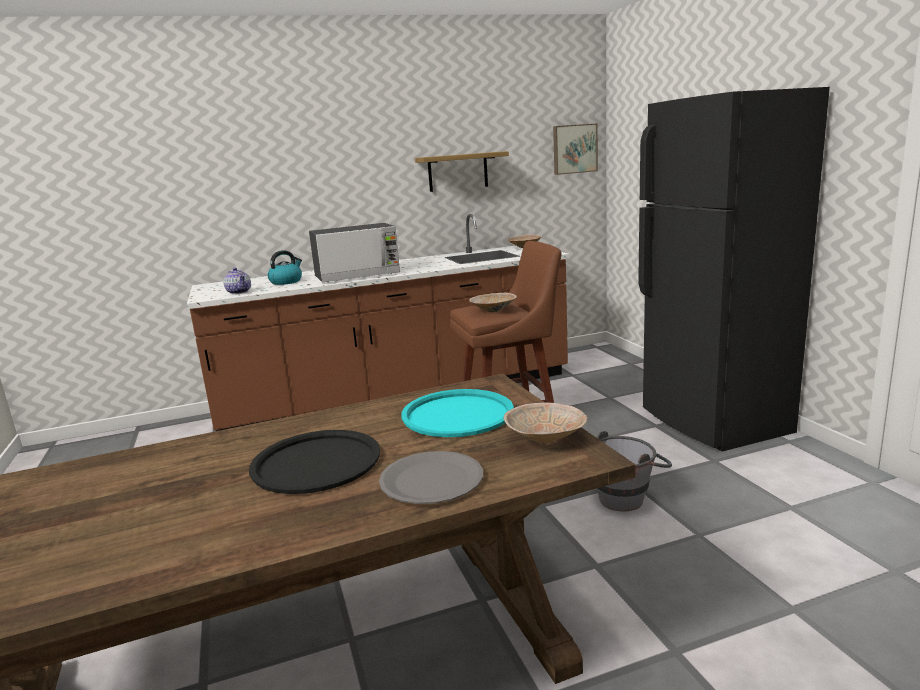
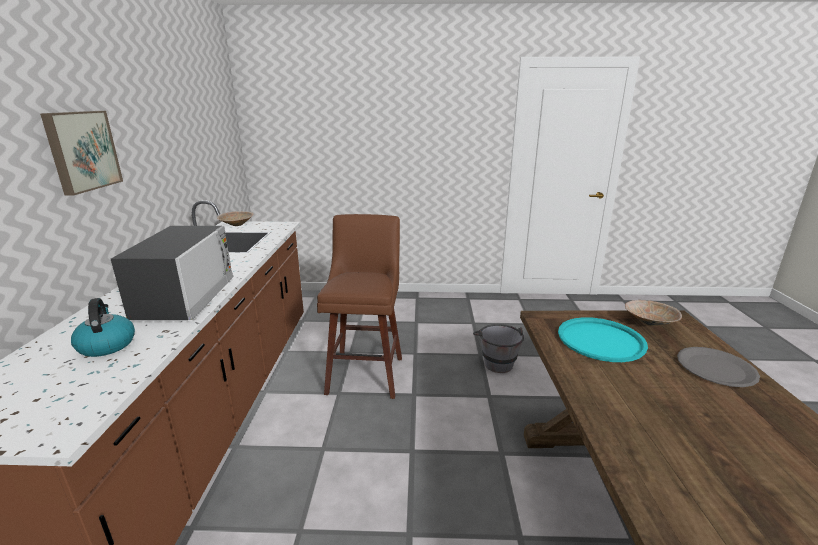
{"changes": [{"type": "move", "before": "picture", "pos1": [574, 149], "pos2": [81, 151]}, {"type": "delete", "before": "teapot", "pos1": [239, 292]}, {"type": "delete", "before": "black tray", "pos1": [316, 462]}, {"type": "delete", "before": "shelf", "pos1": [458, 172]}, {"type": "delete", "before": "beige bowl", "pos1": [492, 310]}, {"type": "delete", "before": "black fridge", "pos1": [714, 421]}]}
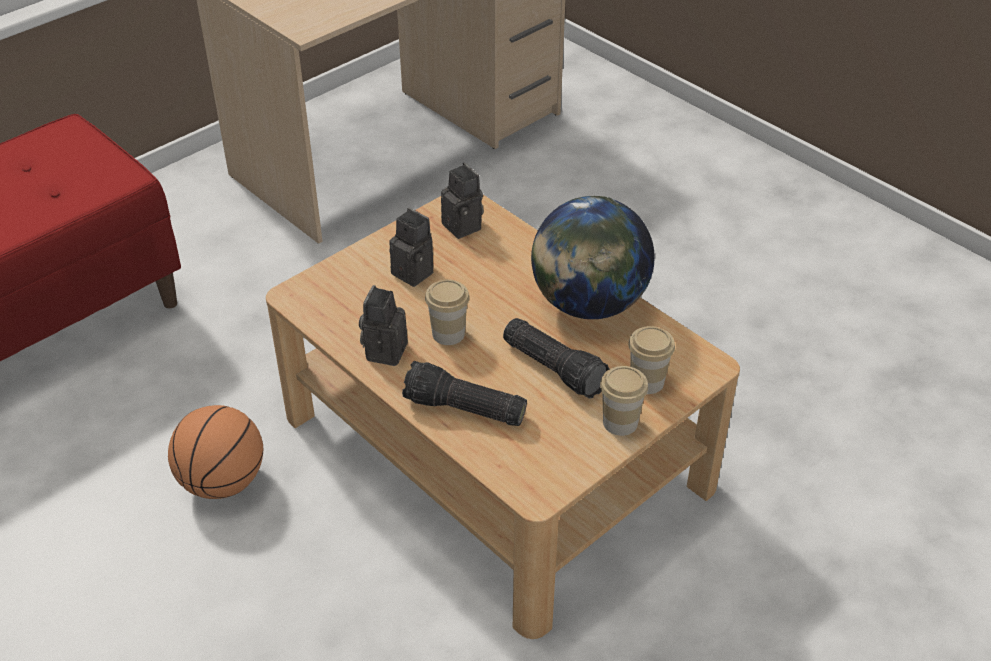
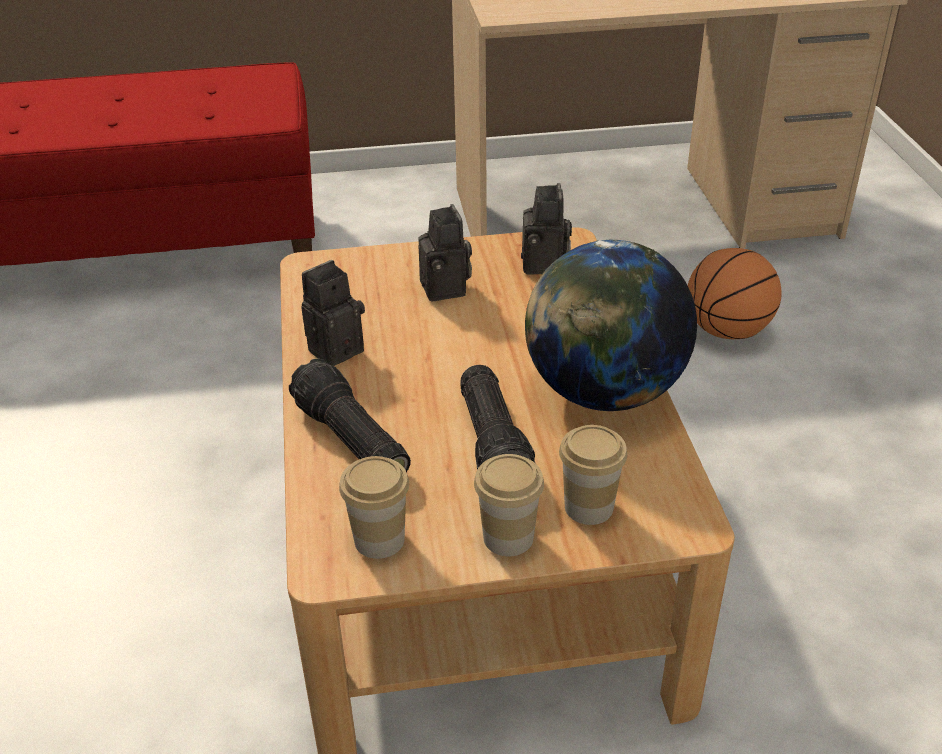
{"changes": [{"type": "move", "before": "cup", "pos1": [448, 334], "pos2": [379, 539]}, {"type": "move", "before": "basketball", "pos1": [223, 482], "pos2": [727, 331]}]}
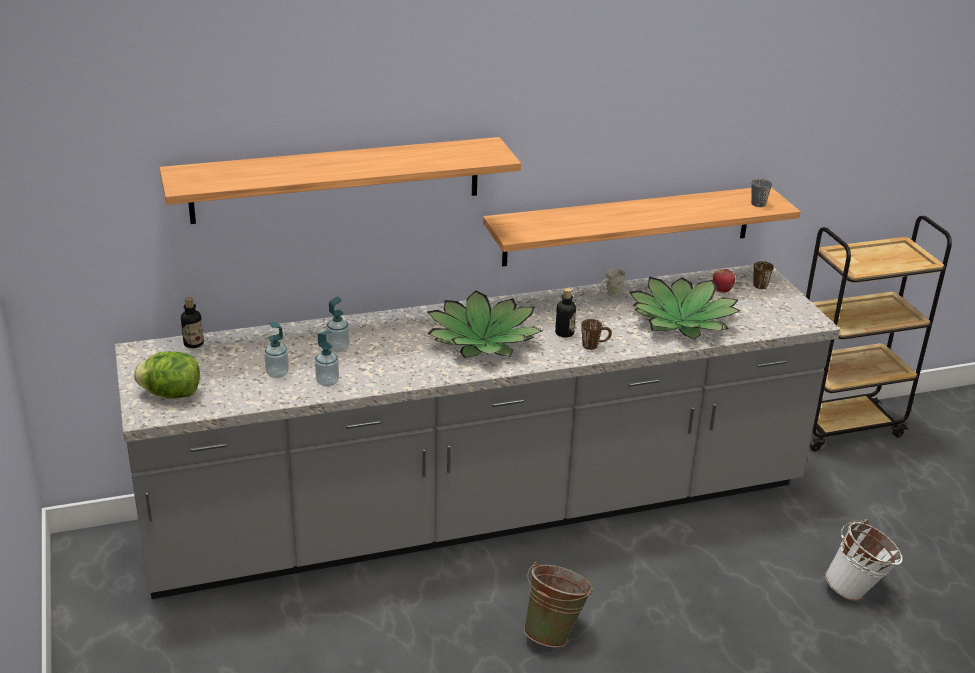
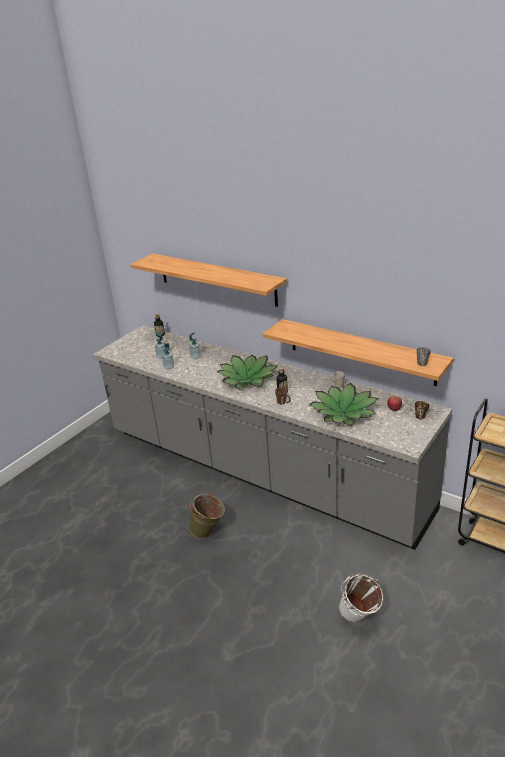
{"changes": [{"type": "delete", "before": "lettuce", "pos1": [171, 394]}]}
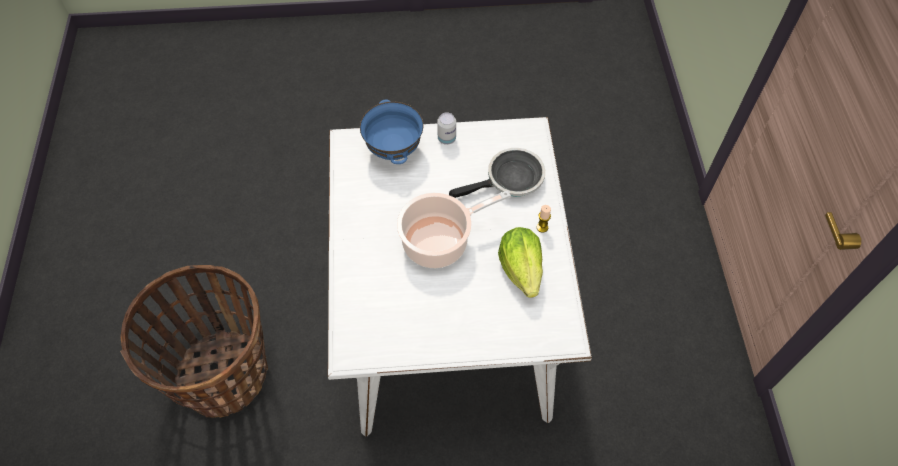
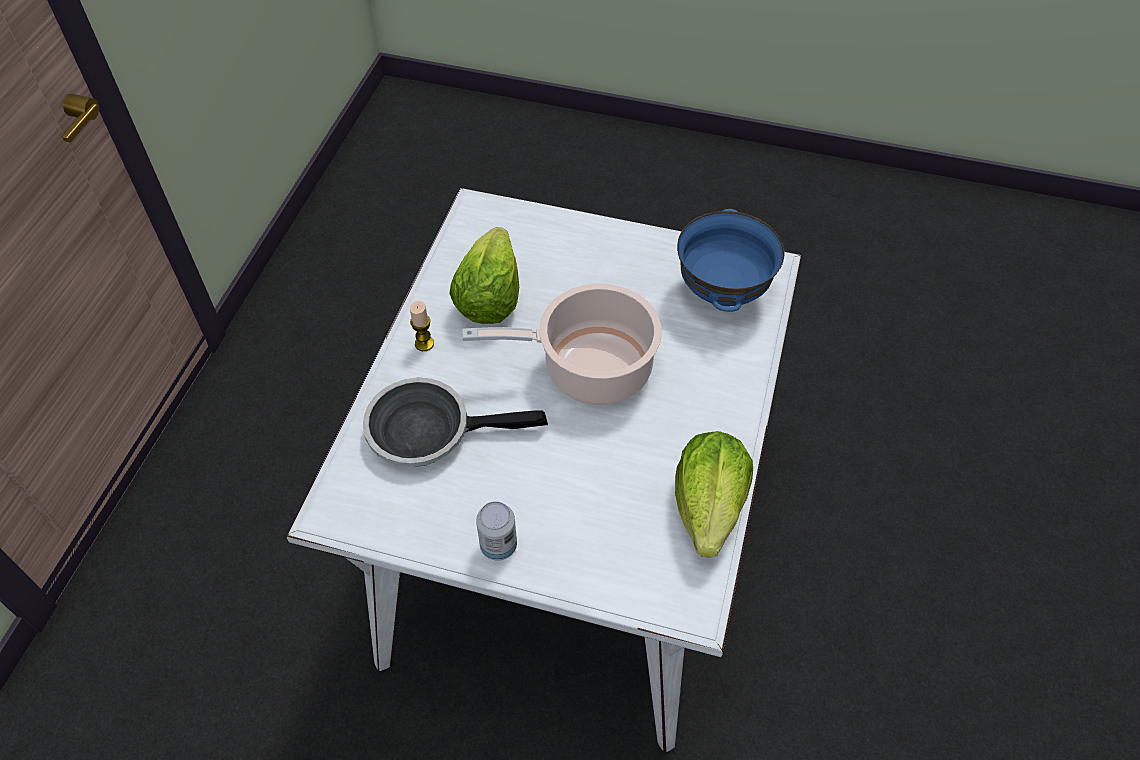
{"changes": [{"type": "insert", "after": "lettuce", "pos2": [709, 506]}, {"type": "move", "before": "blue bowl", "pos1": [394, 150], "pos2": [721, 292]}, {"type": "delete", "before": "basket", "pos1": [223, 373]}]}
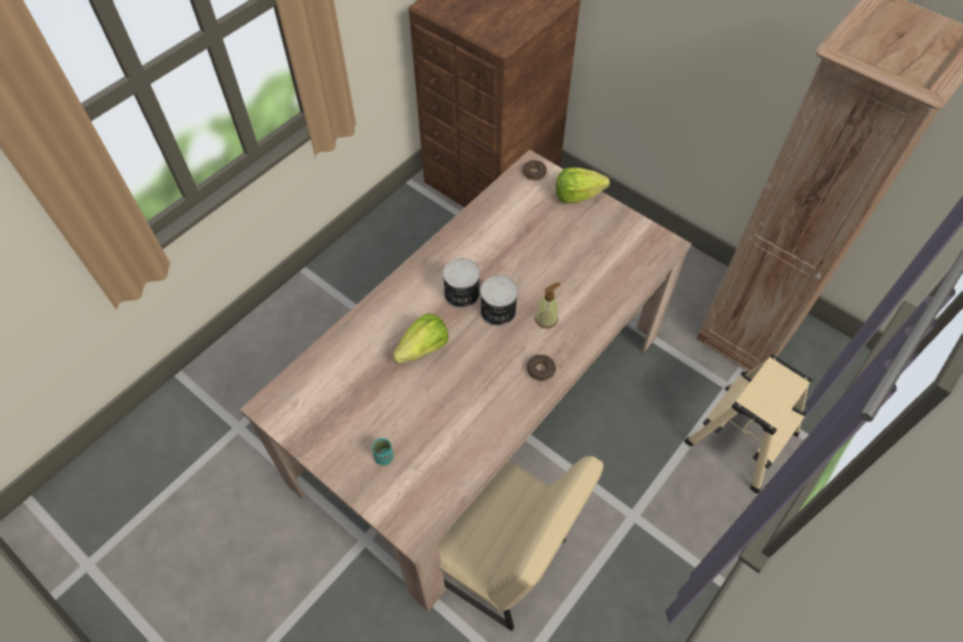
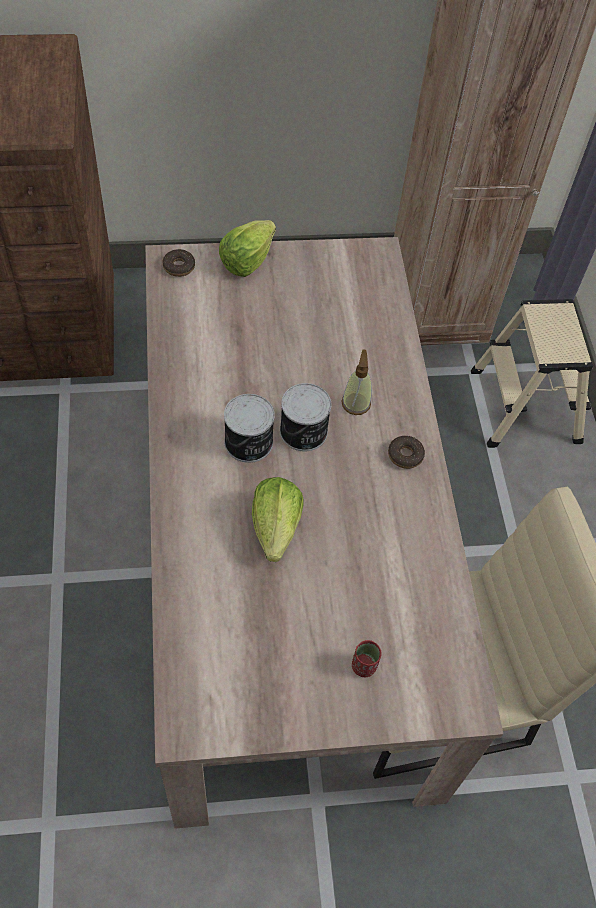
{"changes": [{"type": "recolor", "before": "turquoise cup", "after": "red cup", "pos1": [384, 457], "pos2": [364, 666]}]}
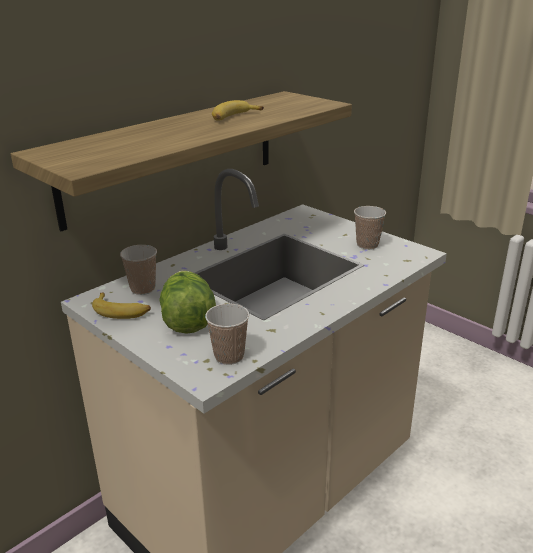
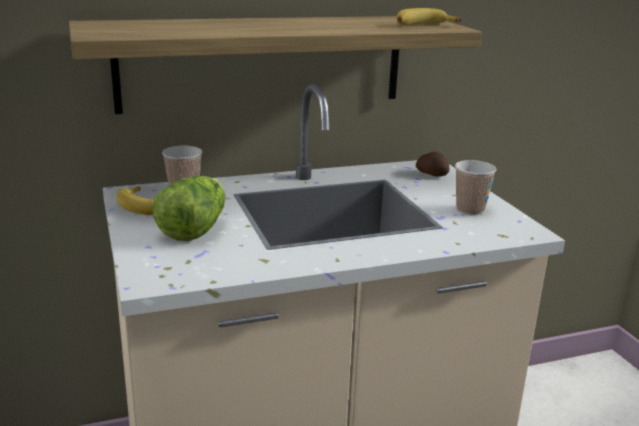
{"changes": [{"type": "move", "before": "banana", "pos1": [234, 117], "pos2": [423, 25]}, {"type": "insert", "after": "potato", "pos2": [432, 174]}, {"type": "delete", "before": "cup", "pos1": [229, 356]}]}
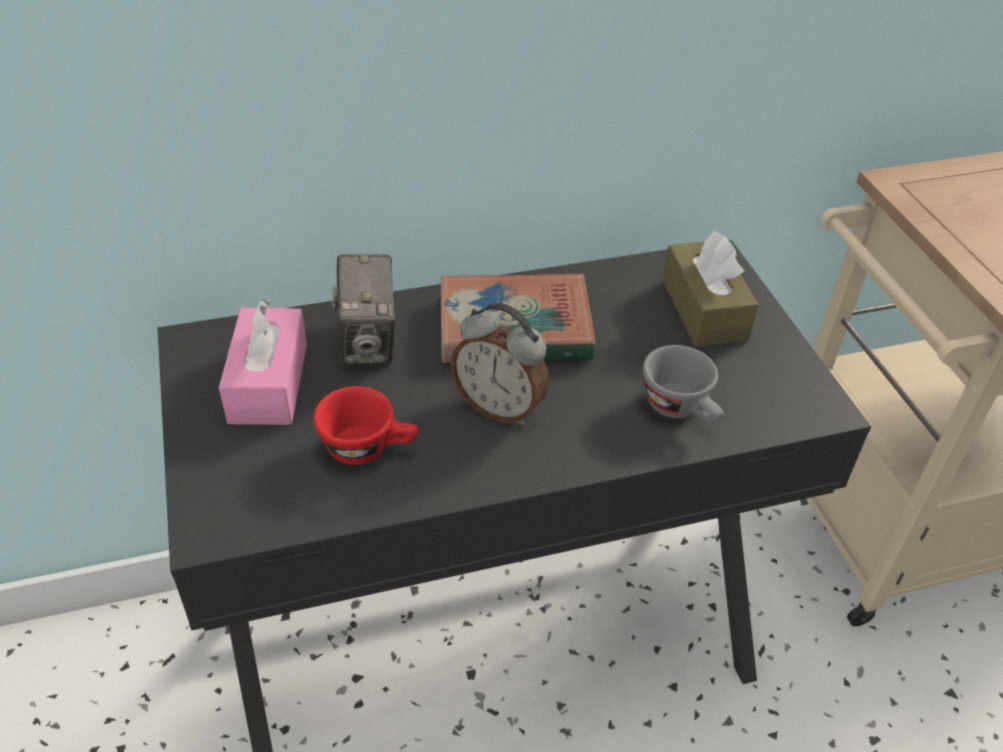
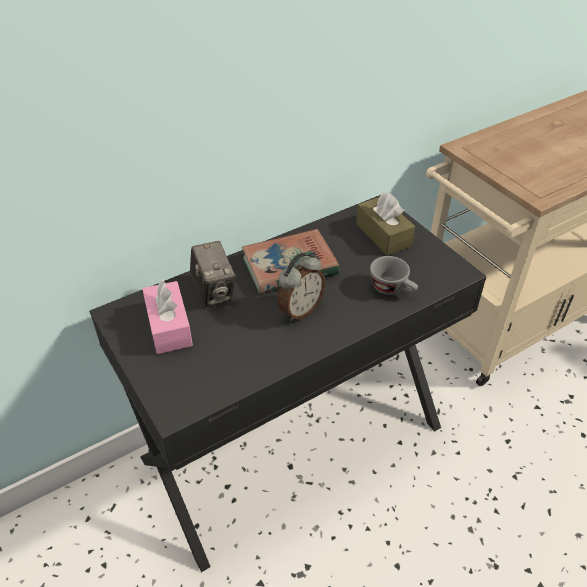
{"changes": [{"type": "rotate", "before": "alarm clock", "pos1": [499, 407], "pos2": [300, 310], "turn": -60}, {"type": "delete", "before": "red cup", "pos1": [369, 447]}]}
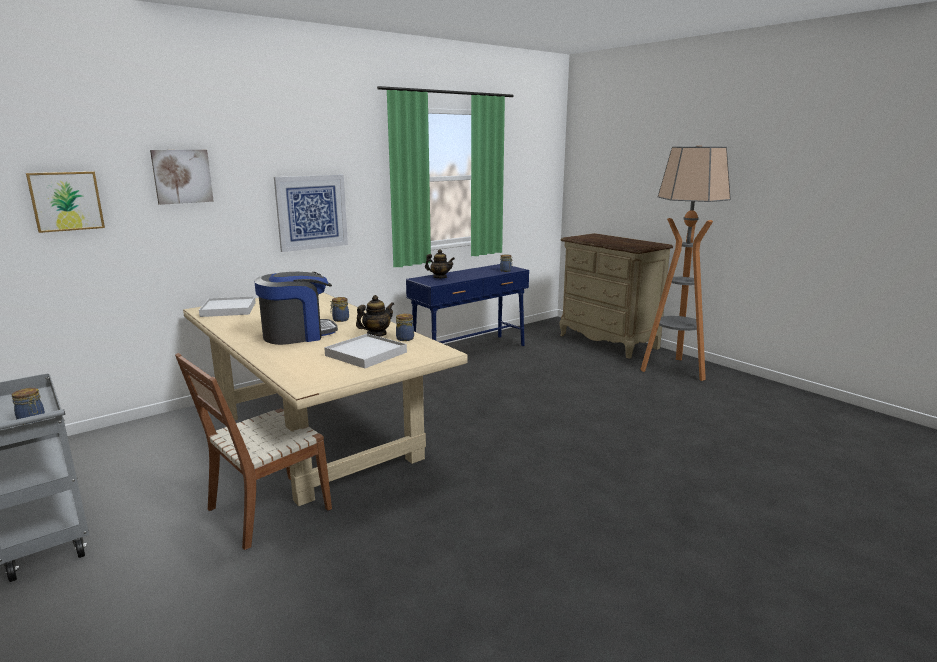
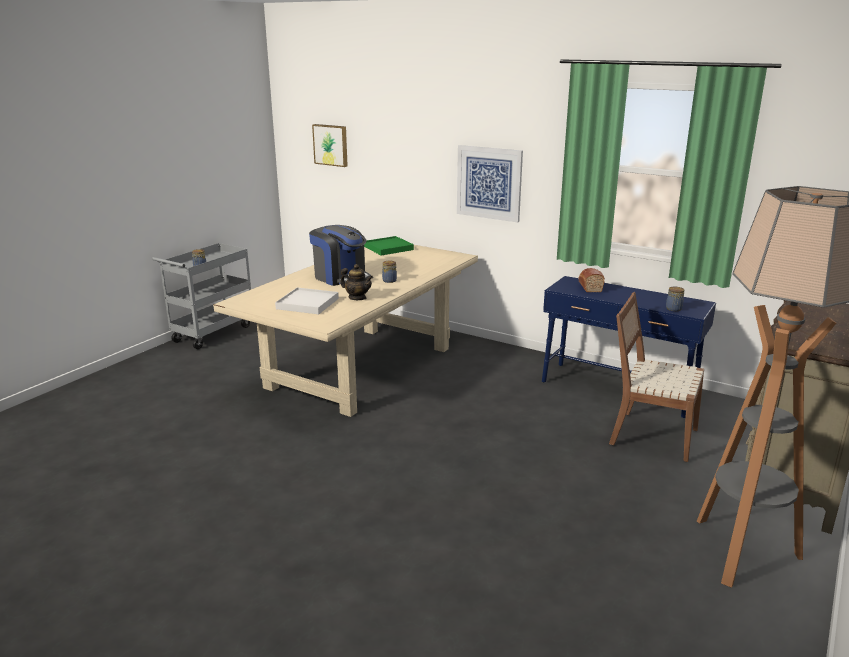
{"changes": [{"type": "recolor", "before": "white tray", "after": "green tray", "pos1": [229, 309], "pos2": [388, 248]}, {"type": "replace", "before": "teapot", "after": "bread", "pos1": [440, 277], "pos2": [589, 286]}, {"type": "move", "before": "chair", "pos1": [264, 512], "pos2": [649, 435]}, {"type": "delete", "before": "picture", "pos1": [182, 176]}, {"type": "delete", "before": "jar", "pos1": [404, 338]}]}
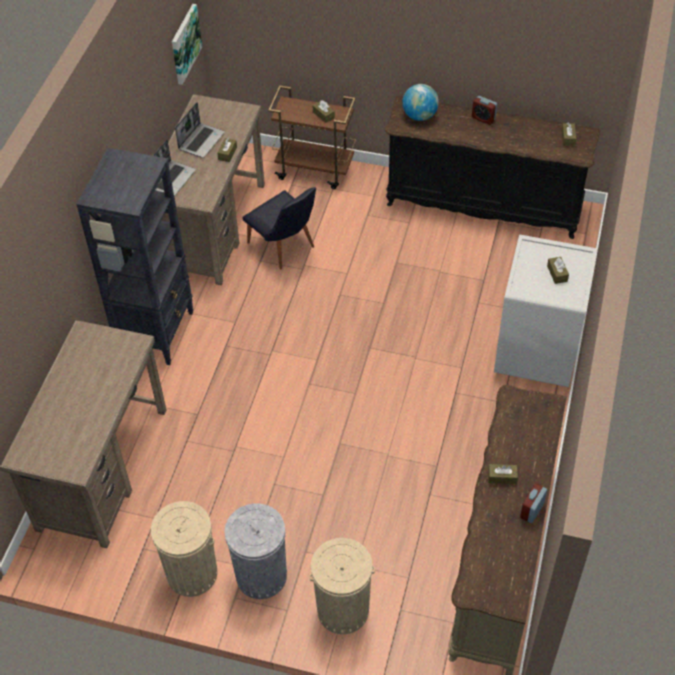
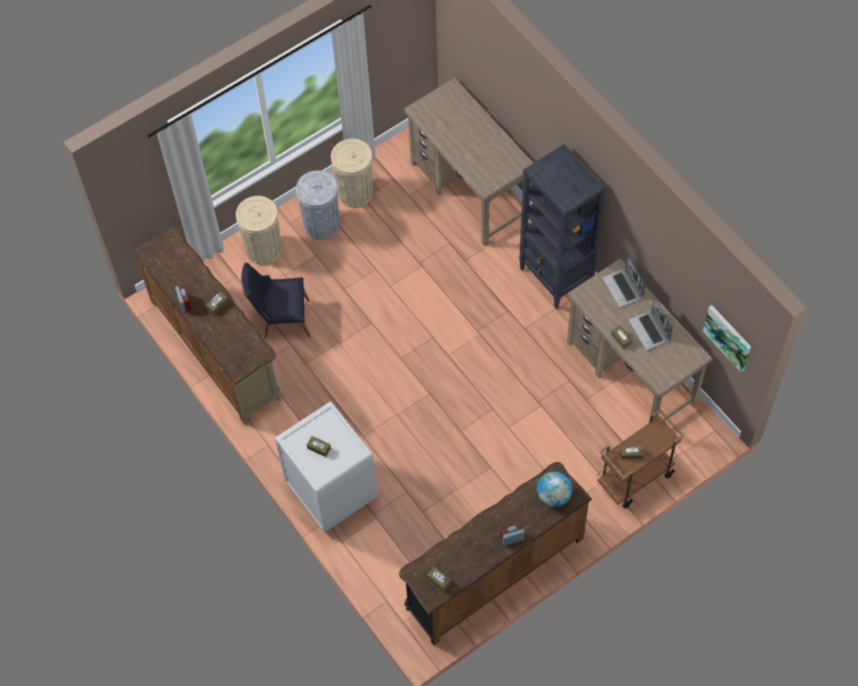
{"changes": [{"type": "move", "before": "black chair", "pos1": [285, 248], "pos2": [280, 319]}]}
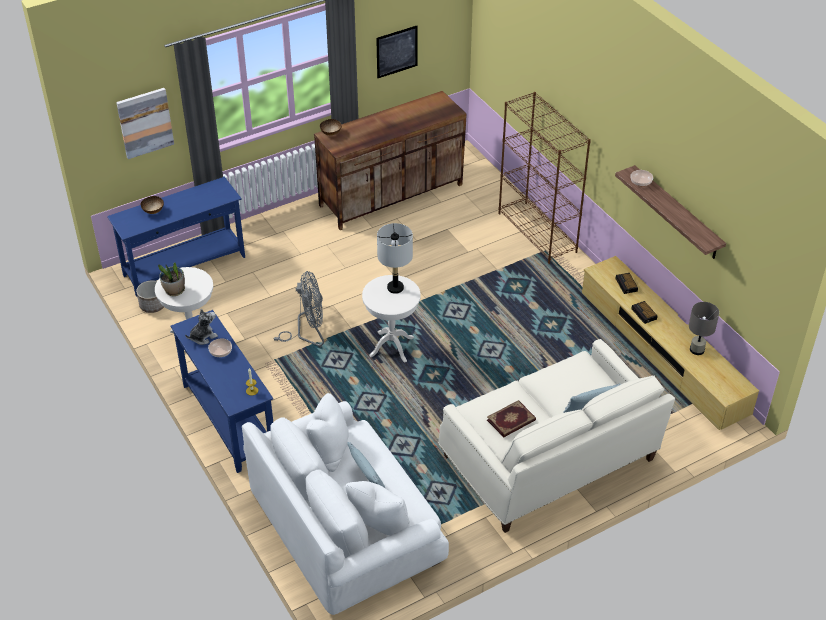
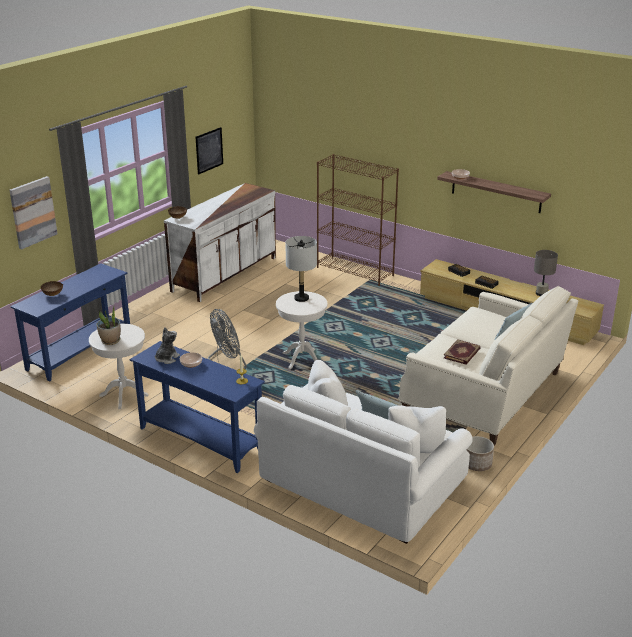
{"changes": [{"type": "recolor", "before": "brown cabinet", "after": "white cabinet", "pos1": [393, 195], "pos2": [226, 274]}, {"type": "move", "before": "planter", "pos1": [152, 305], "pos2": [477, 464]}]}
